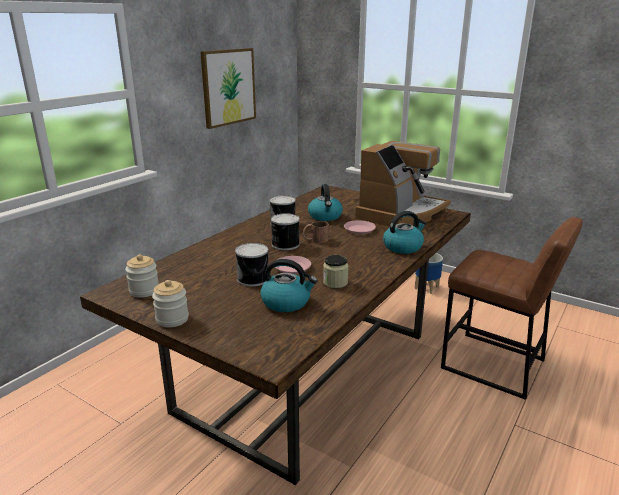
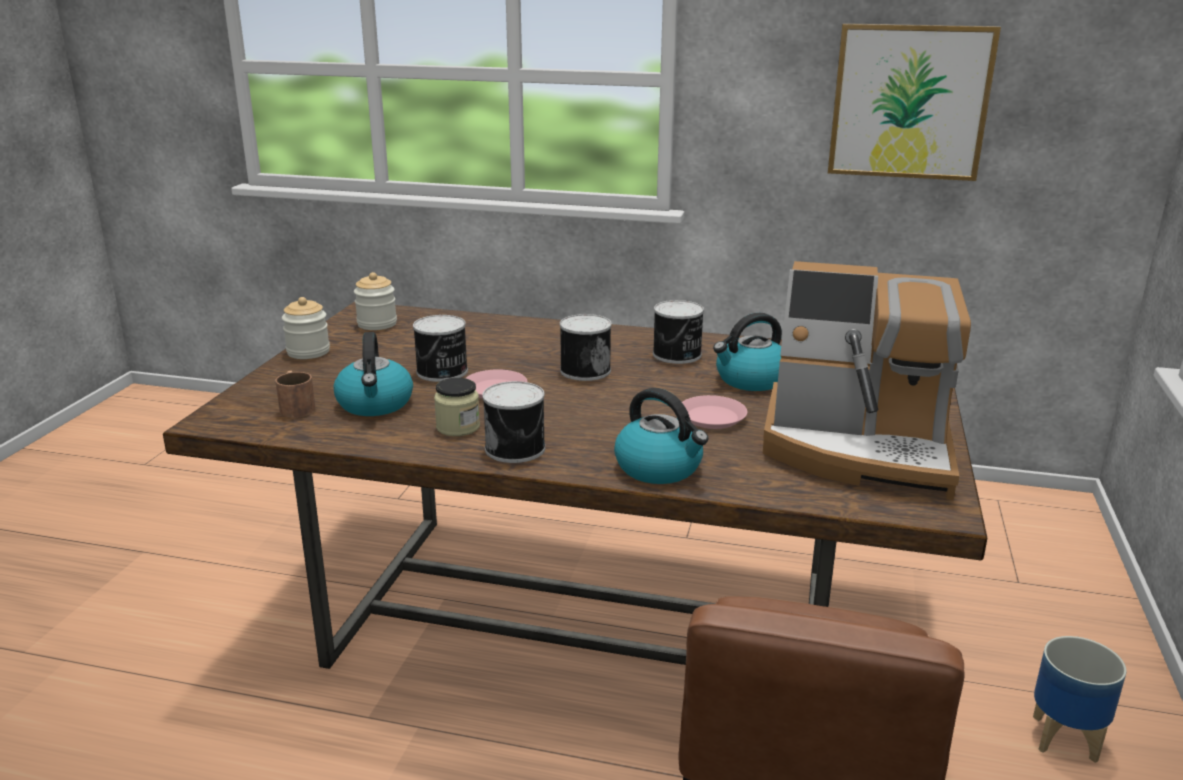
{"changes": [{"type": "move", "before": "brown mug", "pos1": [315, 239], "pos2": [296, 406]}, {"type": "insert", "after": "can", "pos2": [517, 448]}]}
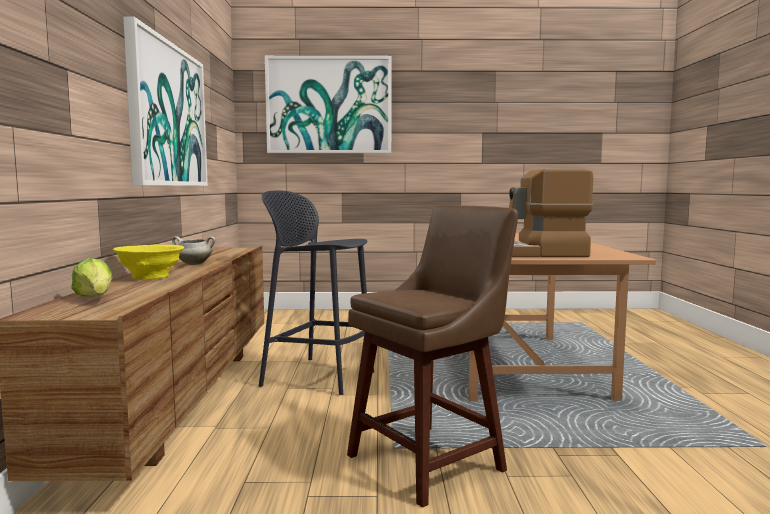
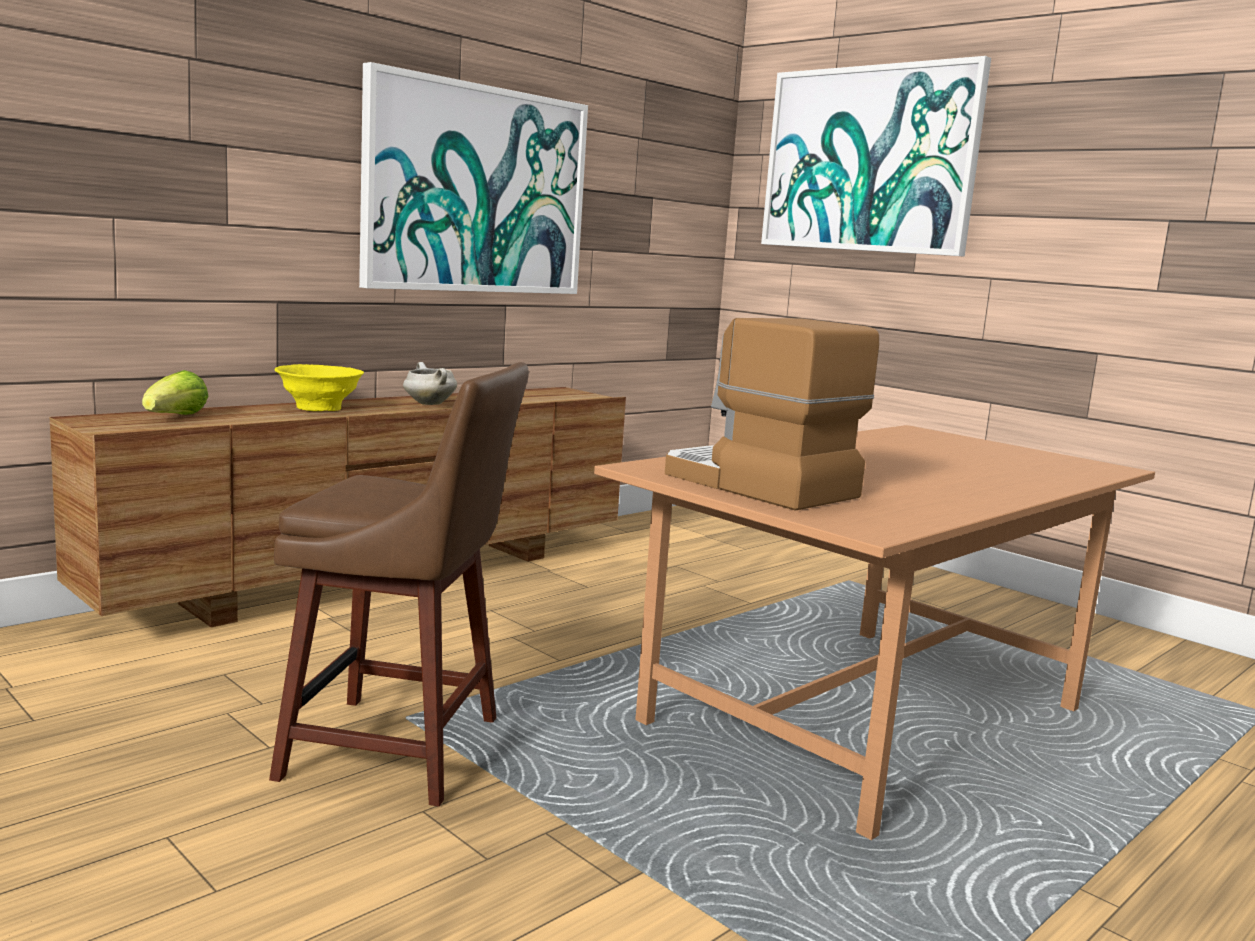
{"changes": [{"type": "delete", "before": "grey stool", "pos1": [318, 377]}]}
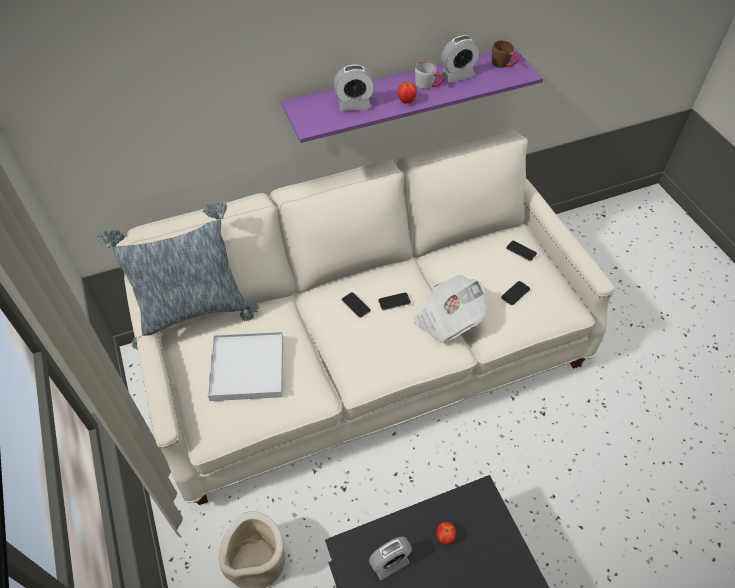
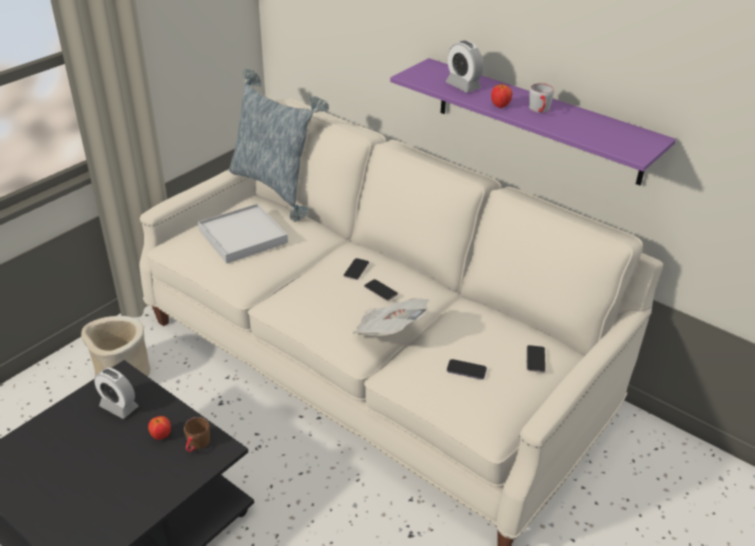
{"changes": [{"type": "move", "before": "brown mug", "pos1": [504, 64], "pos2": [196, 445]}, {"type": "delete", "before": "alarm clock", "pos1": [457, 75]}]}
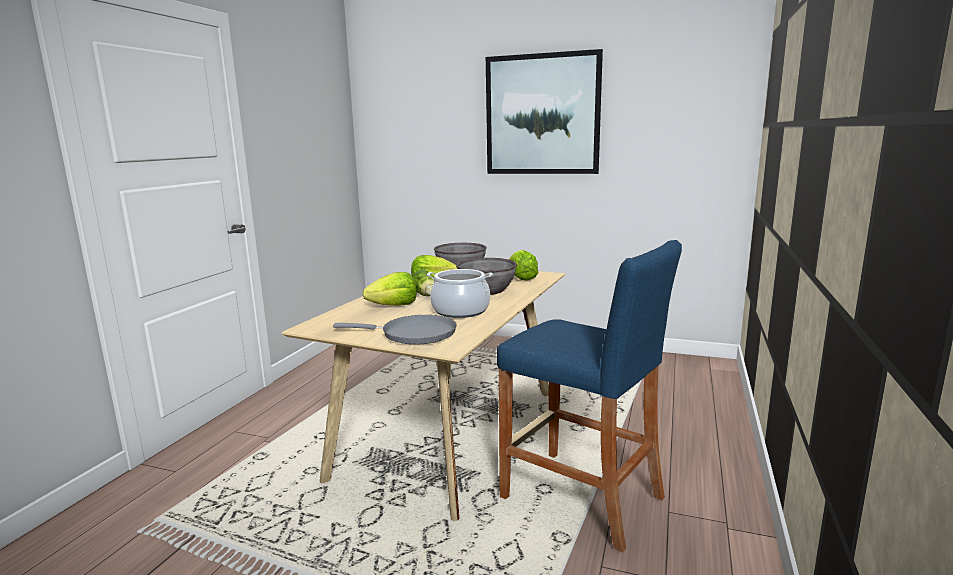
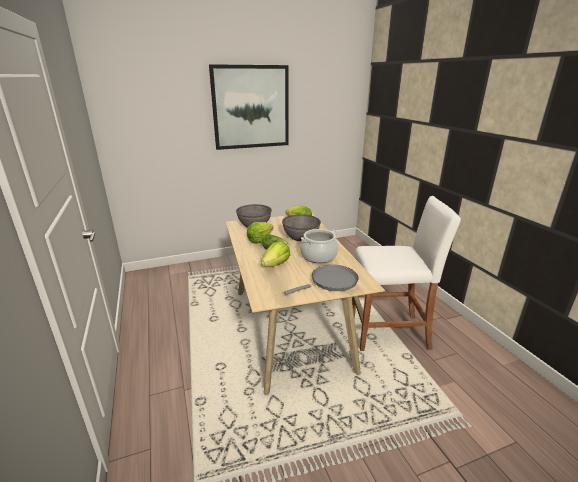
{"changes": [{"type": "recolor", "before": "blue stool", "after": "white stool", "pos1": [581, 497], "pos2": [388, 333]}]}
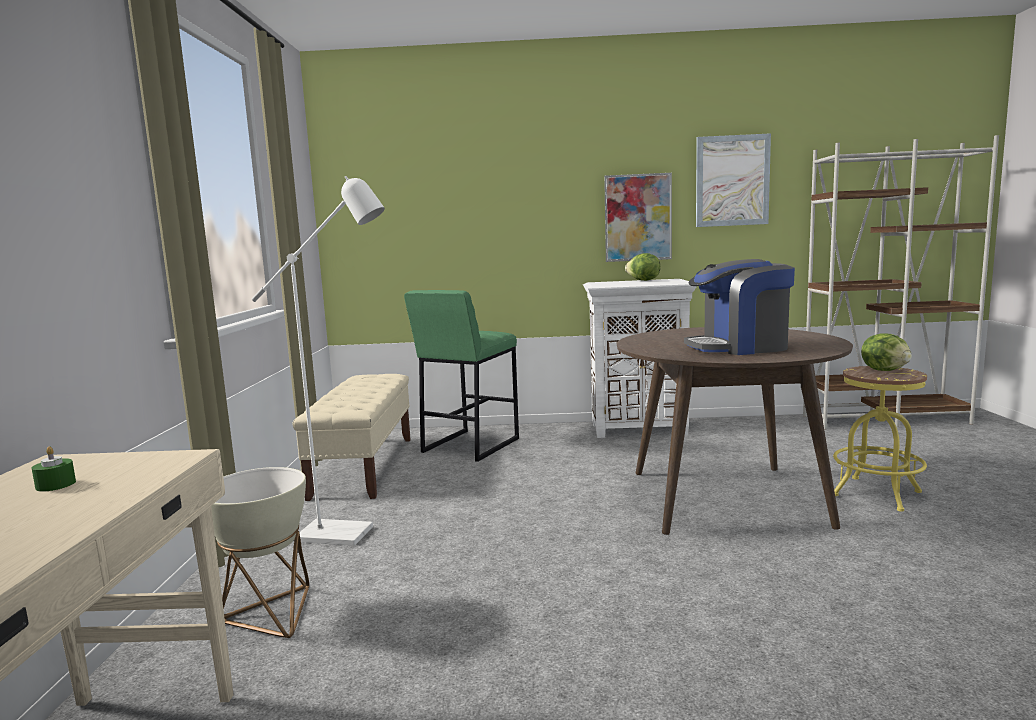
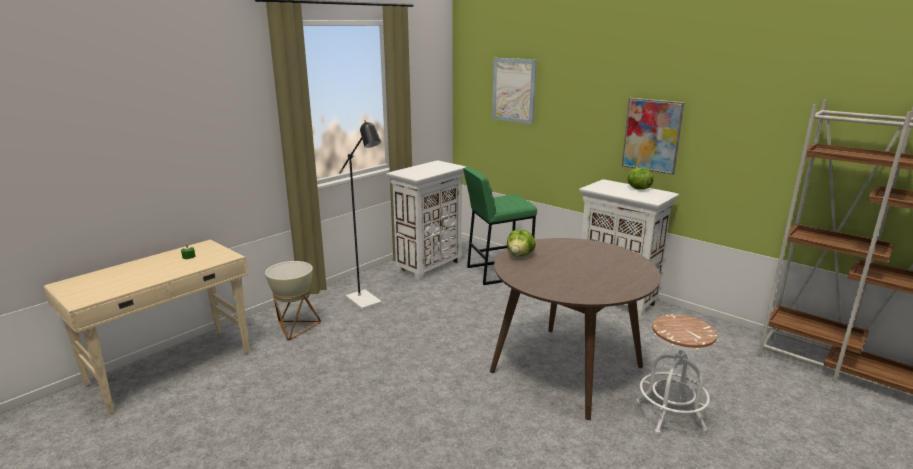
{"changes": [{"type": "recolor", "before": "white floor lamp", "after": "black floor lamp", "pos1": [347, 534], "pos2": [367, 303]}, {"type": "replace", "before": "beige bench", "after": "white cabinet", "pos1": [364, 466], "pos2": [429, 266]}, {"type": "move", "before": "picture", "pos1": [732, 181], "pos2": [514, 90]}, {"type": "move", "before": "lettuce", "pos1": [885, 370], "pos2": [520, 255]}, {"type": "recolor", "before": "yellow stool", "after": "white stool", "pos1": [876, 494], "pos2": [670, 415]}, {"type": "delete", "before": "coffee machine", "pos1": [739, 347]}]}
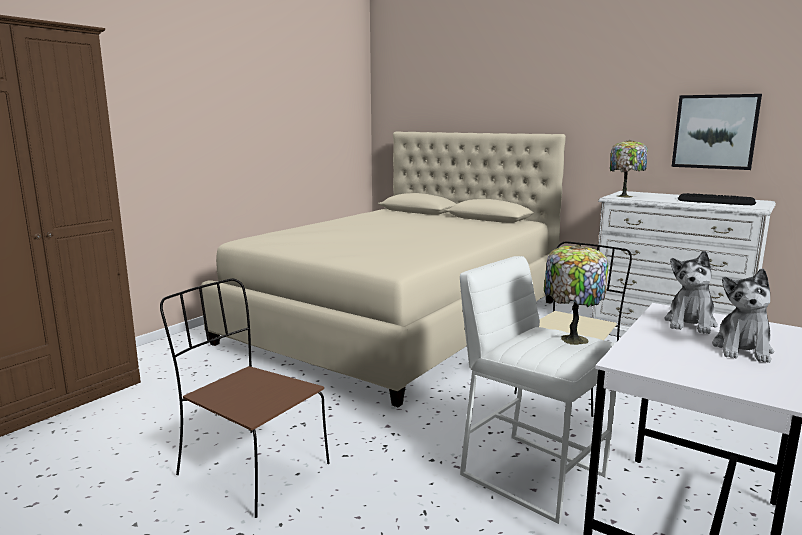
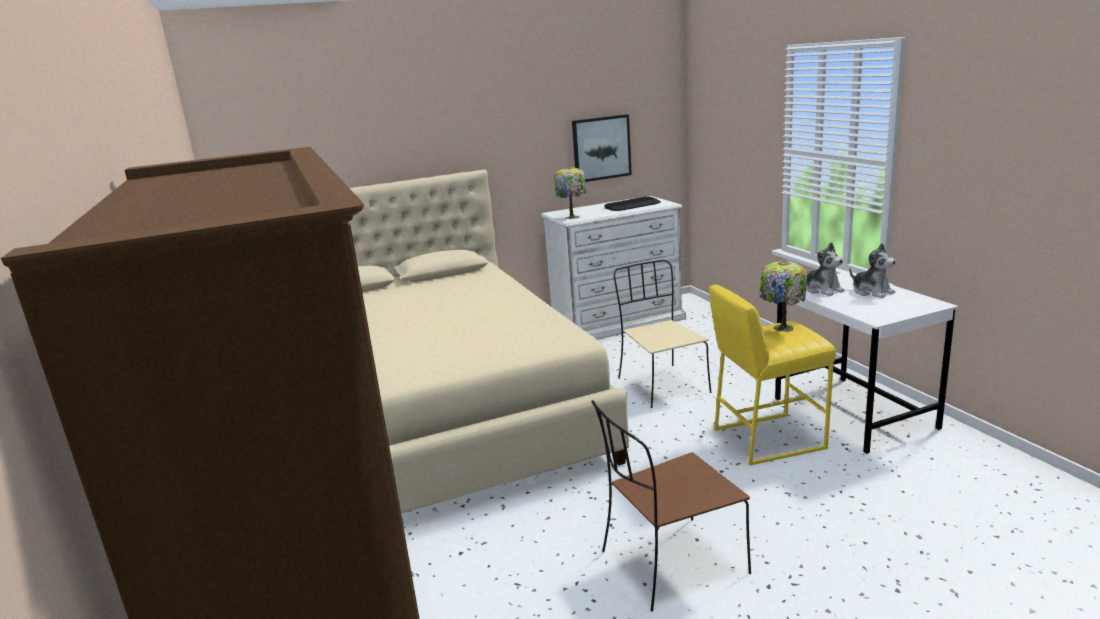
{"changes": [{"type": "recolor", "before": "white stool", "after": "yellow stool", "pos1": [531, 474], "pos2": [767, 439]}]}
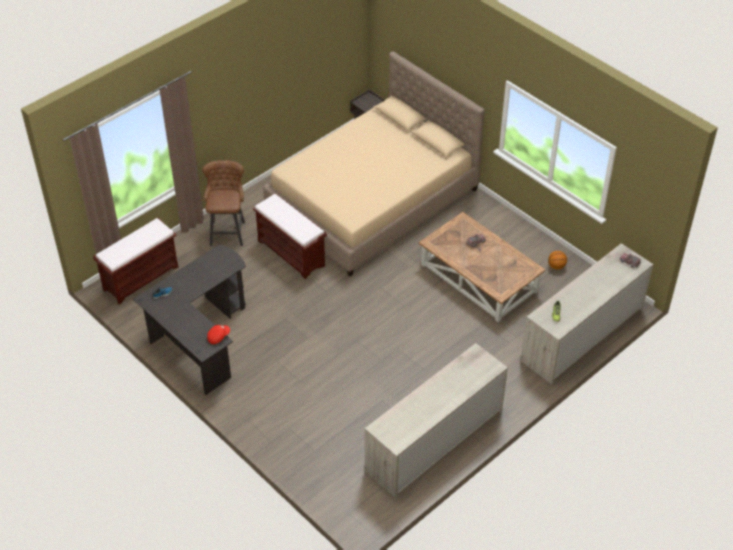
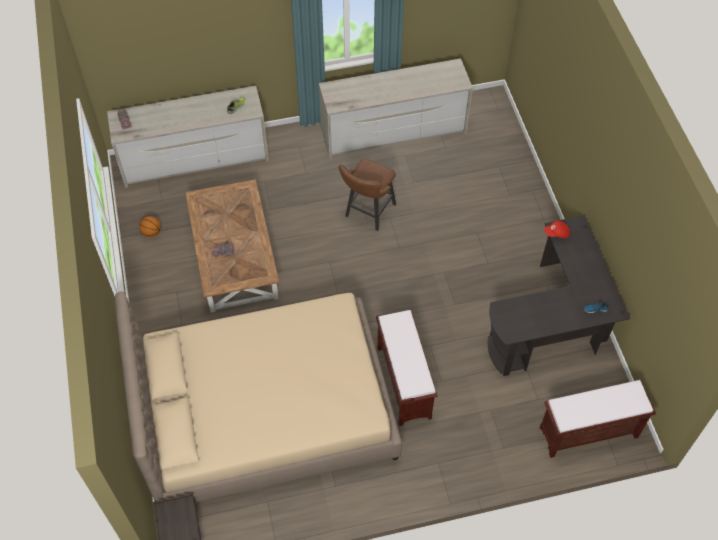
{"changes": [{"type": "move", "before": "brown stool", "pos1": [228, 229], "pos2": [367, 214]}]}
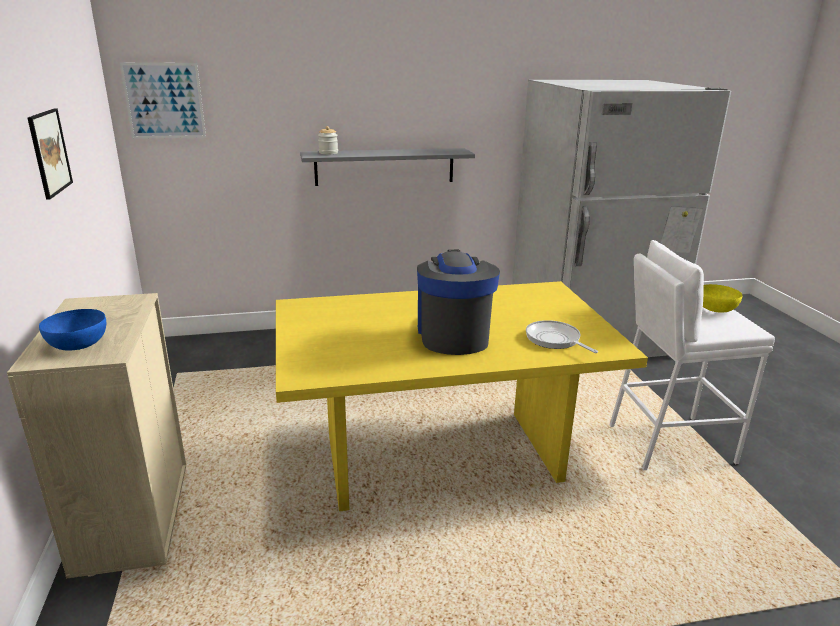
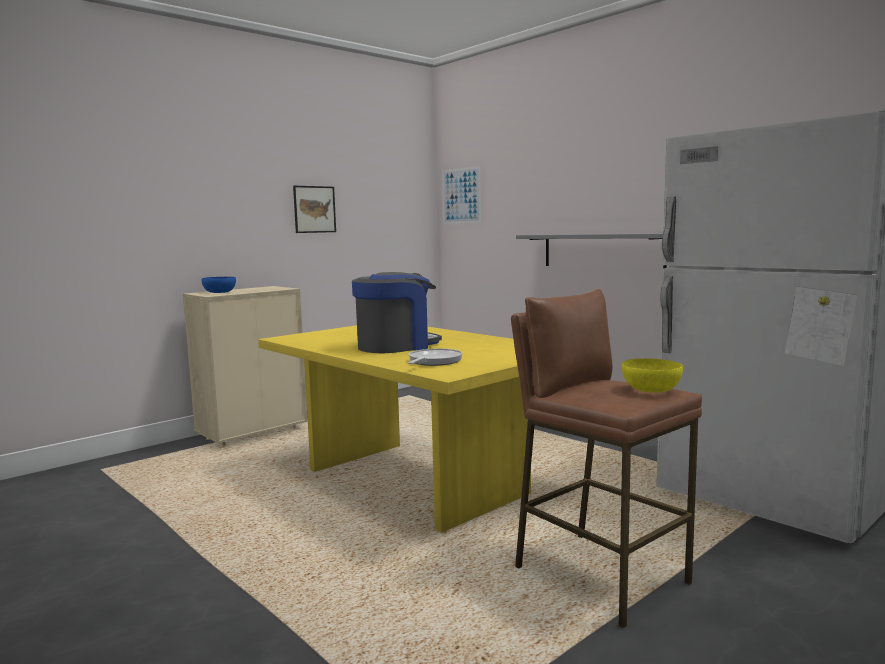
{"changes": [{"type": "recolor", "before": "white stool", "after": "brown stool", "pos1": [669, 443], "pos2": [600, 575]}, {"type": "delete", "before": "jar", "pos1": [328, 153]}]}
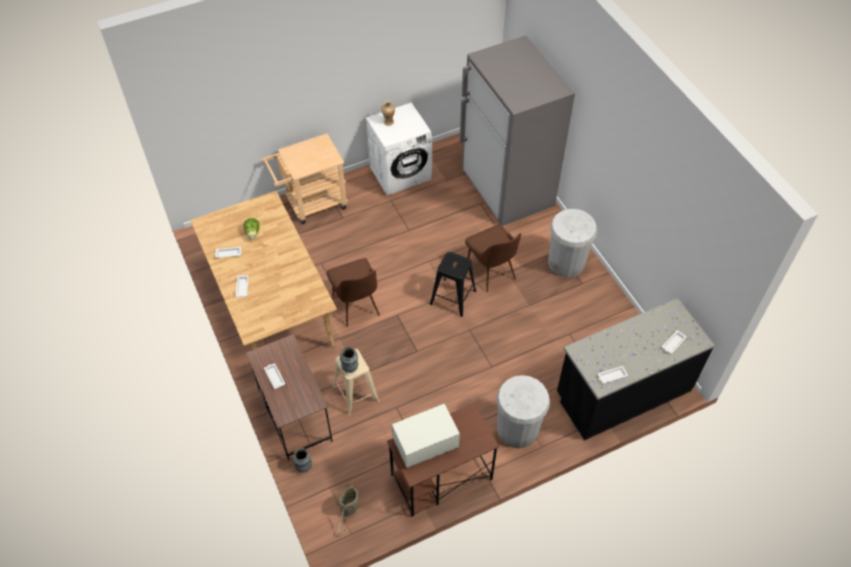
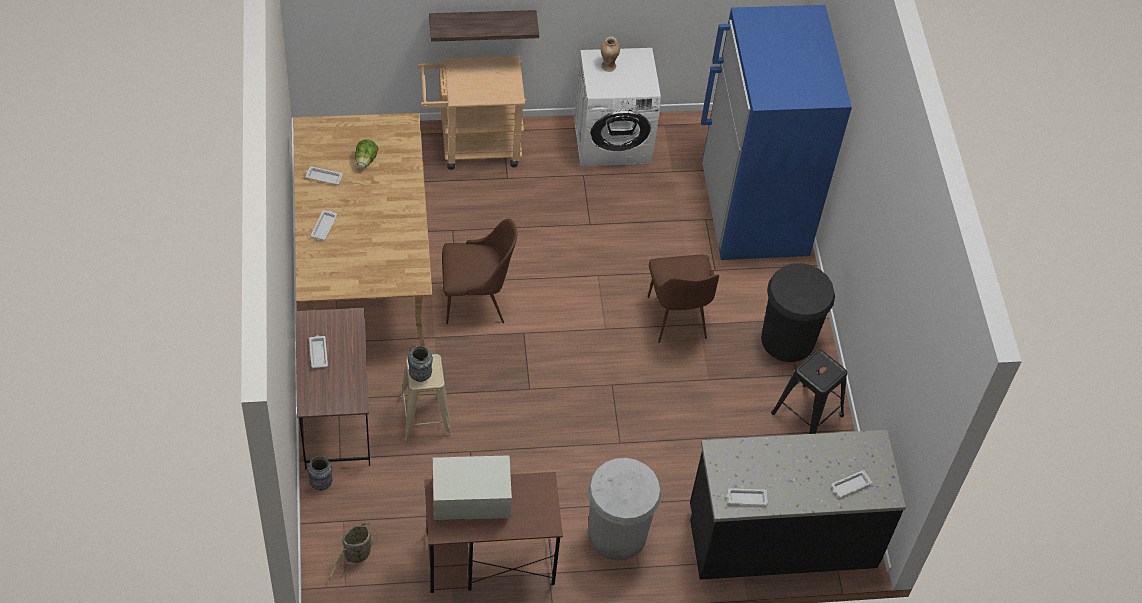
{"changes": [{"type": "insert", "after": "shelf", "pos2": [482, 22]}, {"type": "rotate", "before": "brown chair", "pos1": [356, 305], "pos2": [475, 302], "turn": -90}, {"type": "recolor", "before": "grey fridge", "after": "blue fridge", "pos1": [507, 187], "pos2": [754, 208]}, {"type": "recolor", "before": "white trash can", "after": "black trash can", "pos1": [566, 263], "pos2": [788, 339]}, {"type": "move", "before": "black stool", "pos1": [453, 297], "pos2": [807, 414]}]}
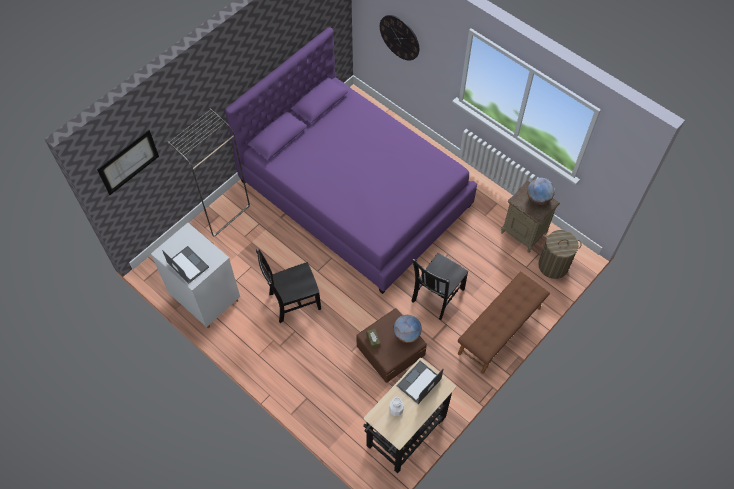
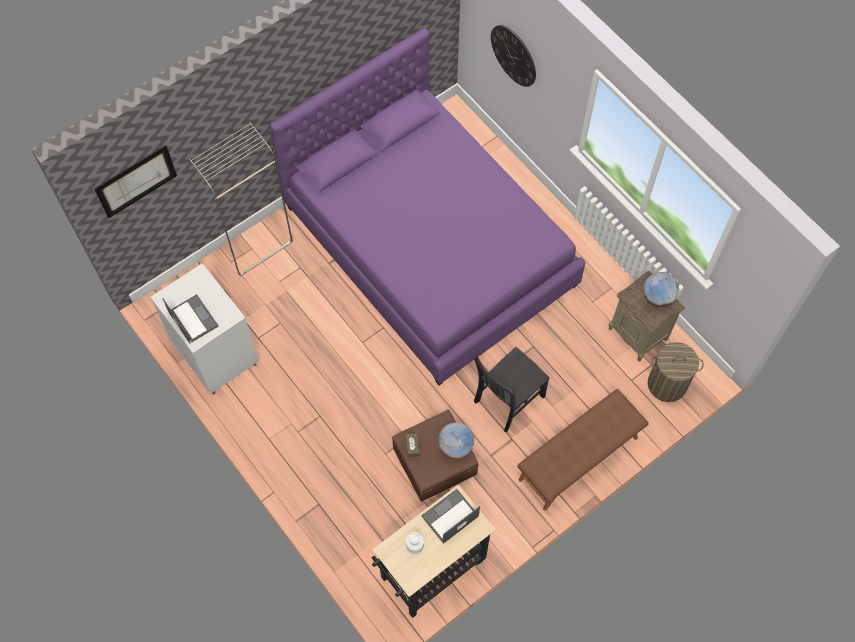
{"changes": [{"type": "delete", "before": "black chair", "pos1": [293, 301]}]}
